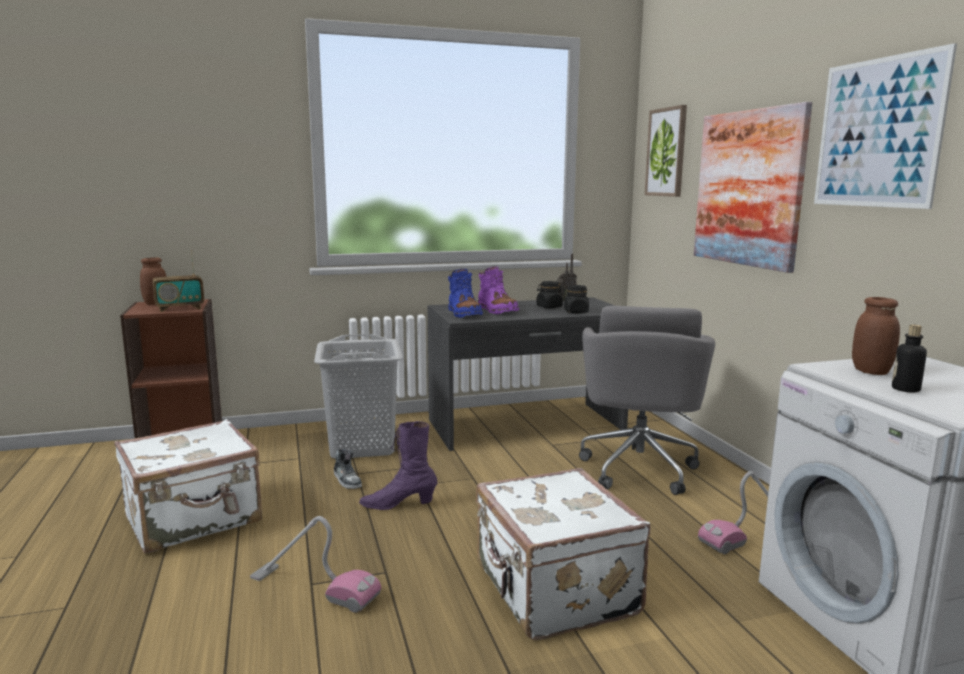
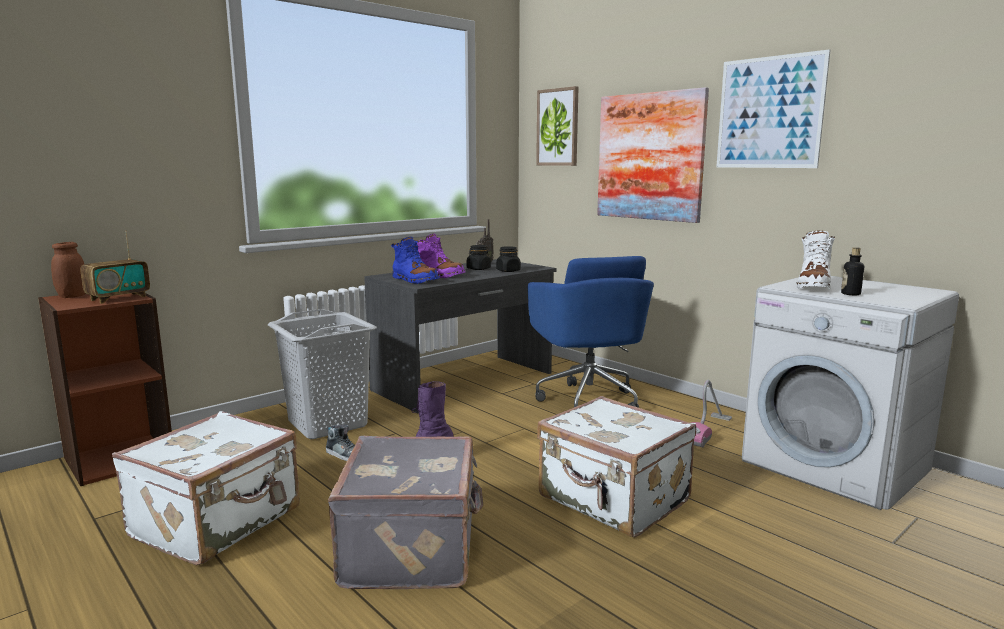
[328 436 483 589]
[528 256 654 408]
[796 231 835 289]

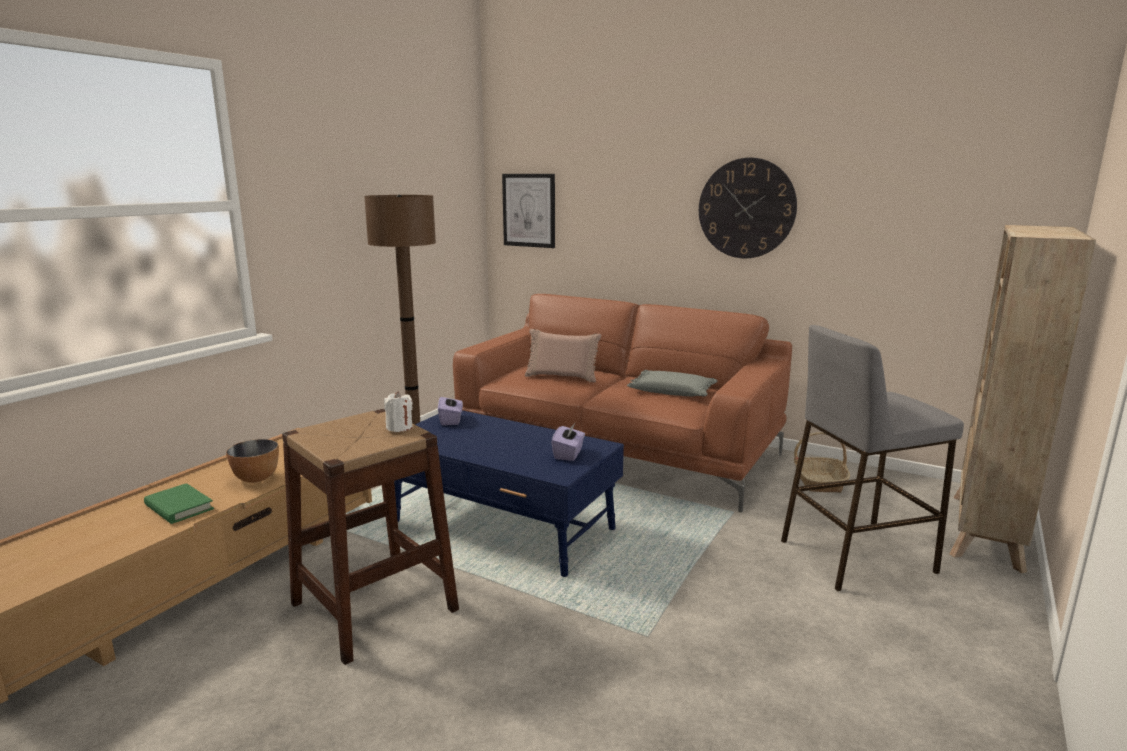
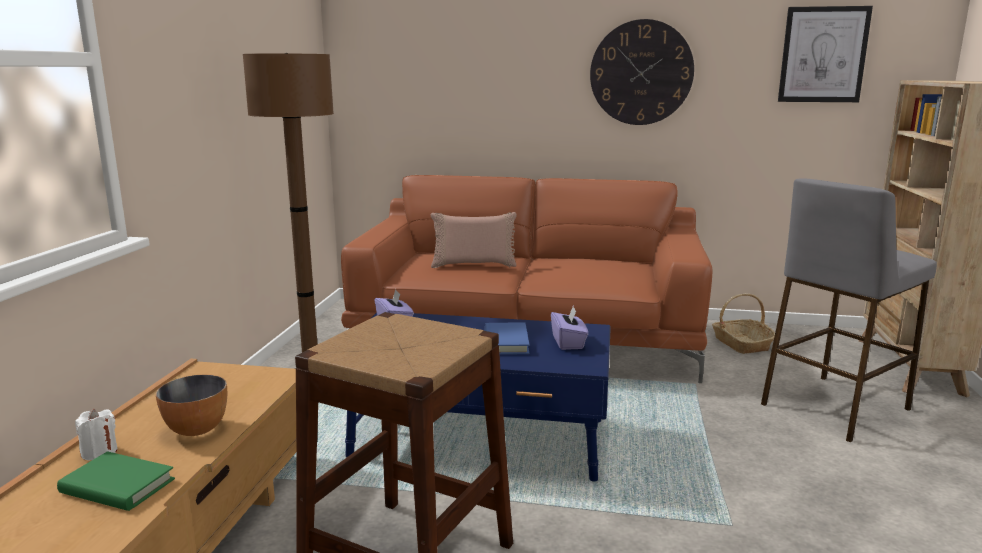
[75 408 118 460]
[485 323 530 355]
[778 6 873 102]
[627 370 718 396] (first image)

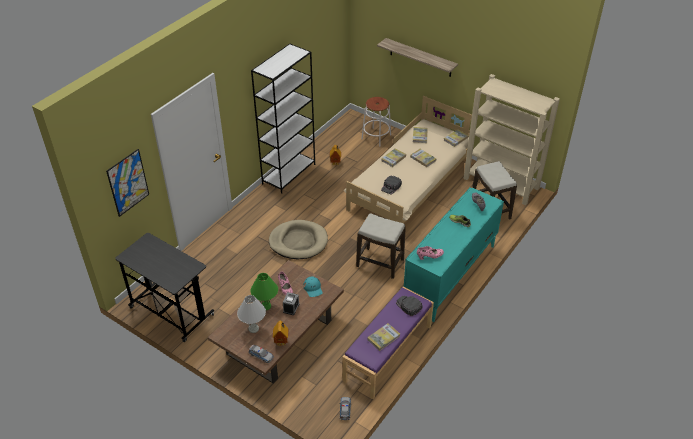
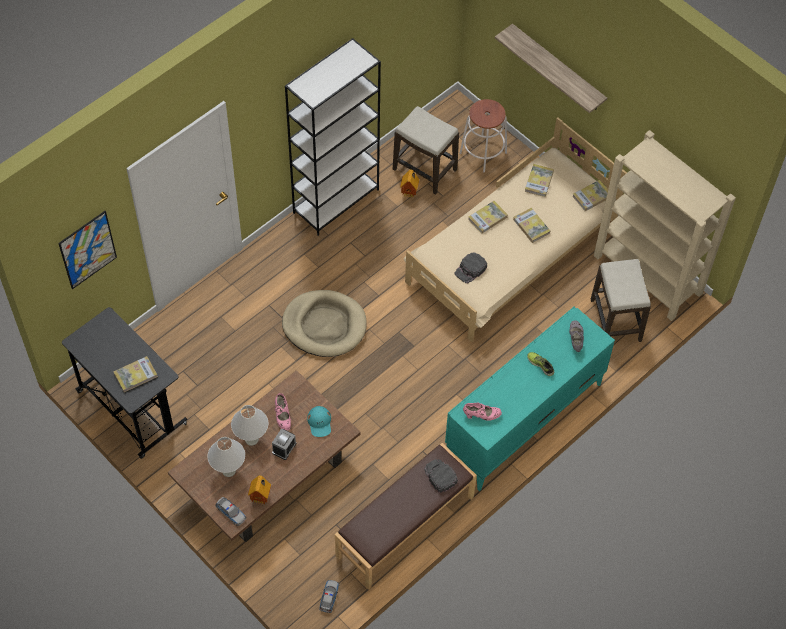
[114 356 158 392]
[231 405 268 446]
[335 443 477 590]
[393 106 459 195]

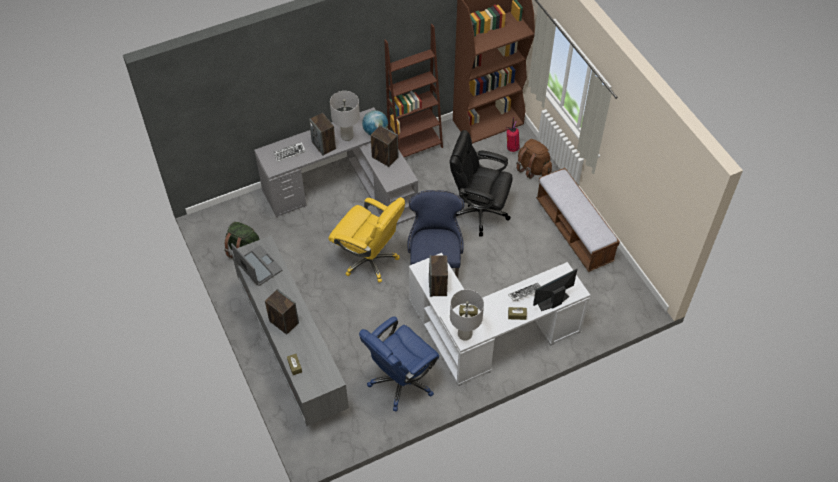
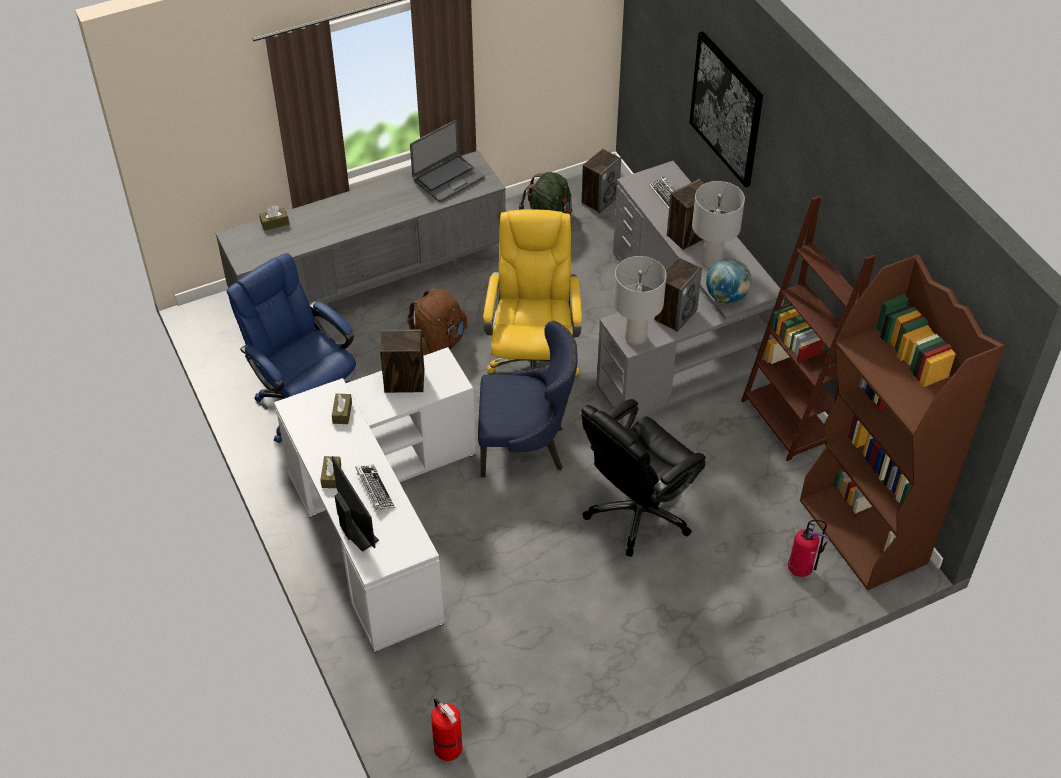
[407 289 467 356]
[431 698 463 761]
[483 209 582 375]
[581 399 706 557]
[582 149 621 213]
[613 256 666 346]
[689 32 763 187]
[536 168 620 272] (first image)

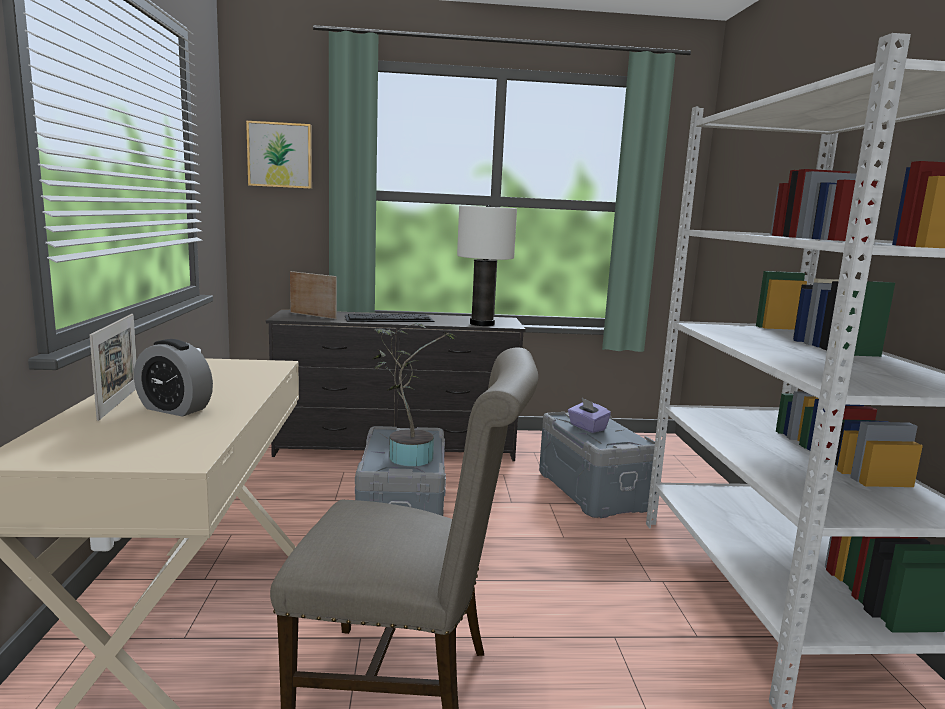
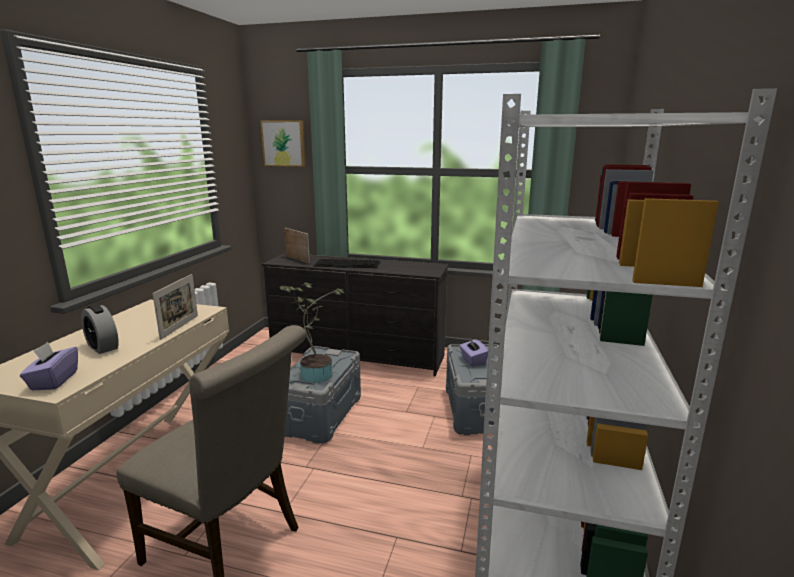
[20 342 78 390]
[152 274 198 340]
[457 205 517 326] (first image)

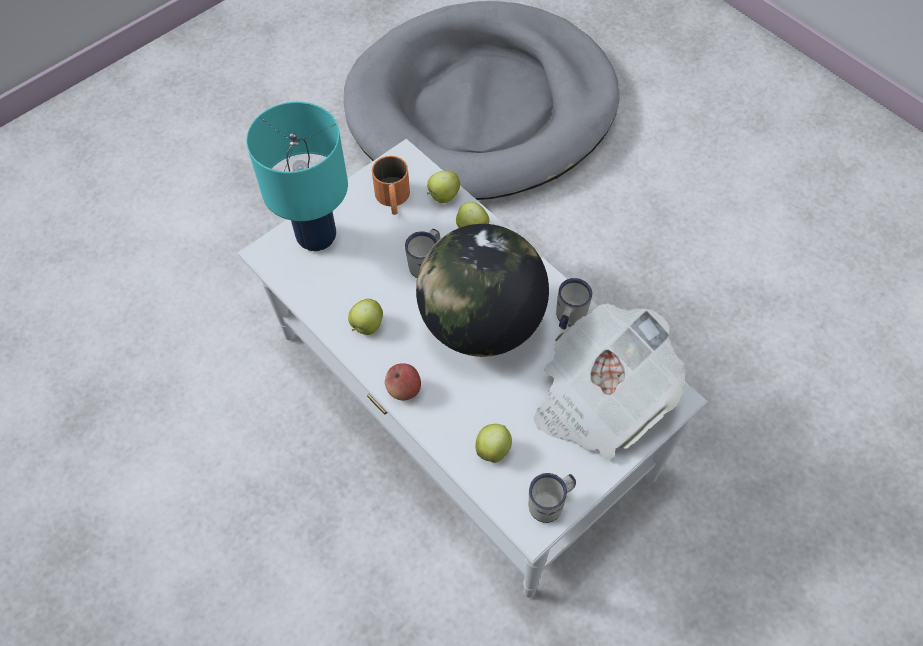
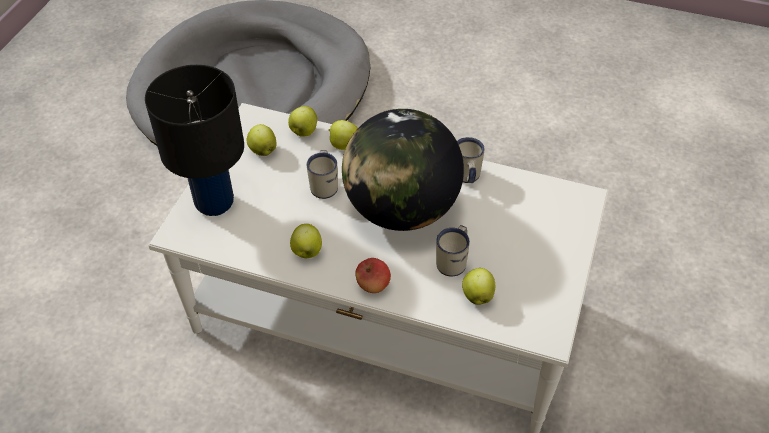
[145 65 244 216]
[247 124 277 156]
[436 225 470 276]
[534 303 685 460] (first image)

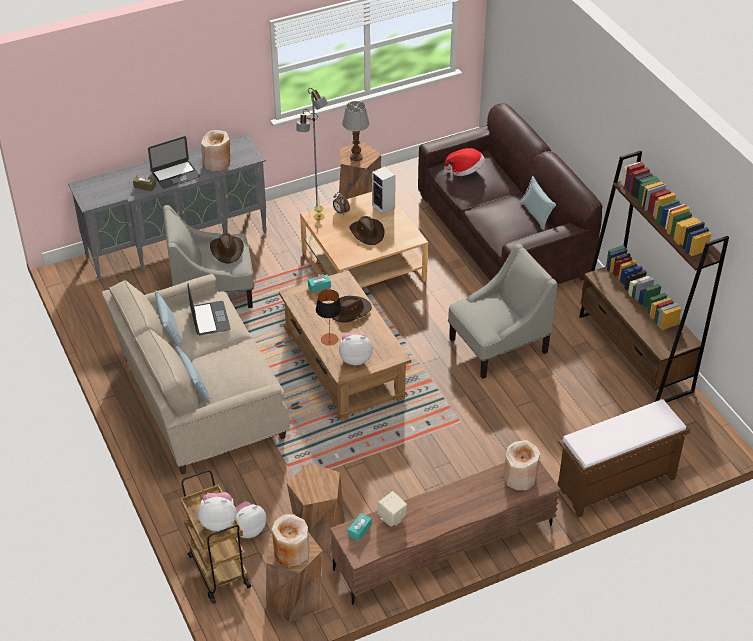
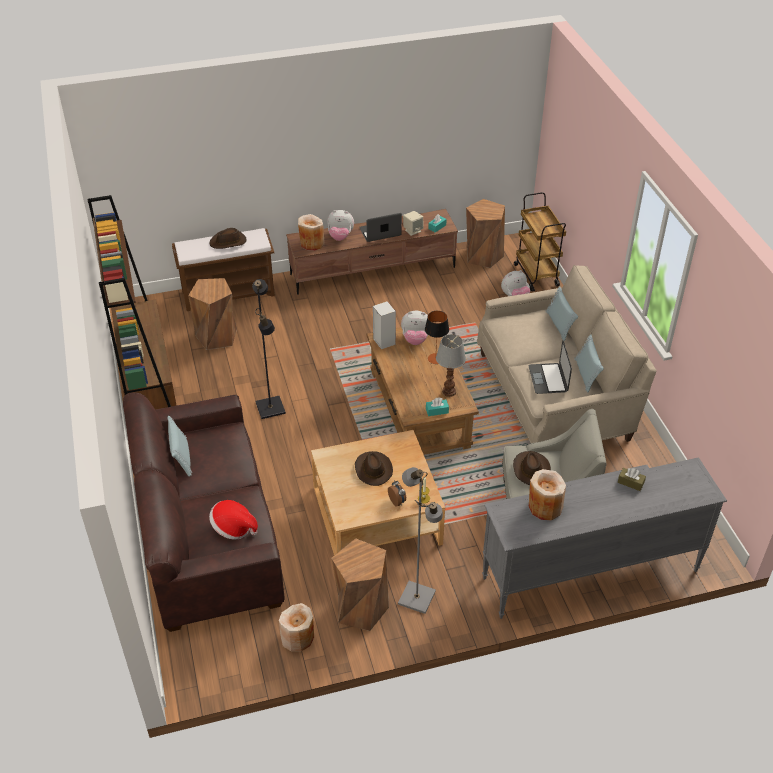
[188 278 237 350]
[209 228 247 249]
[252 279 286 419]
[279 603 314 651]
[327 210 354 241]
[359 213 402 242]
[373 301 396 349]
[436 334 466 397]

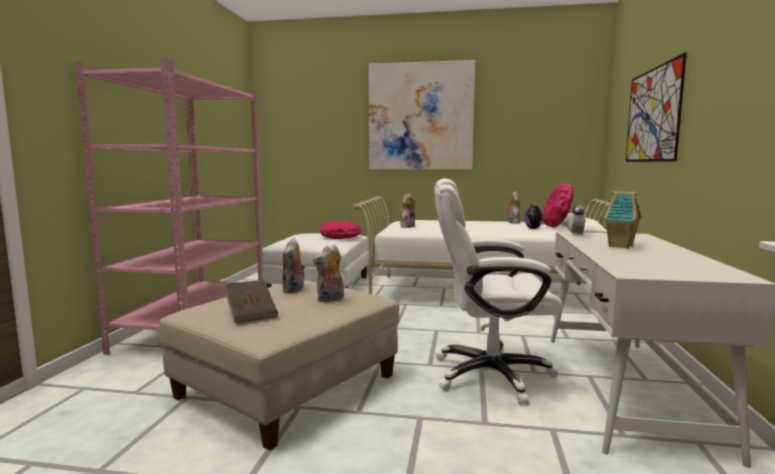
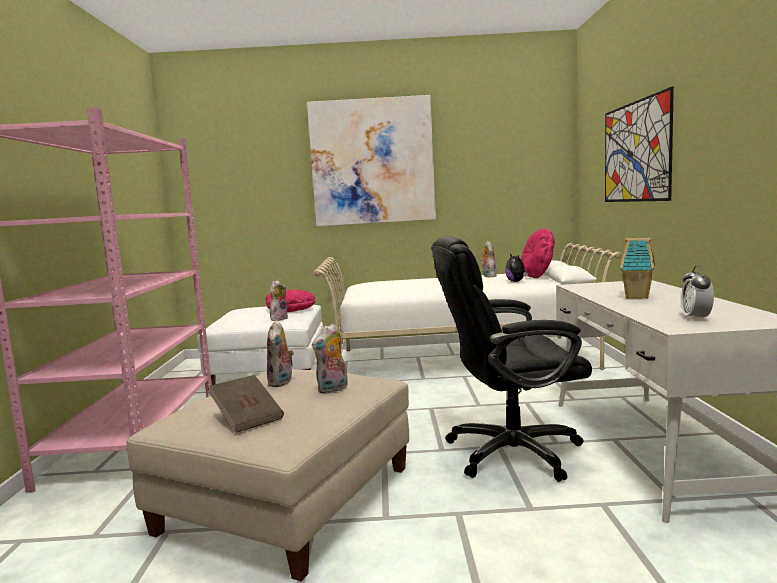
[270 280 288 321]
[431 236 592 482]
[681 265 714 321]

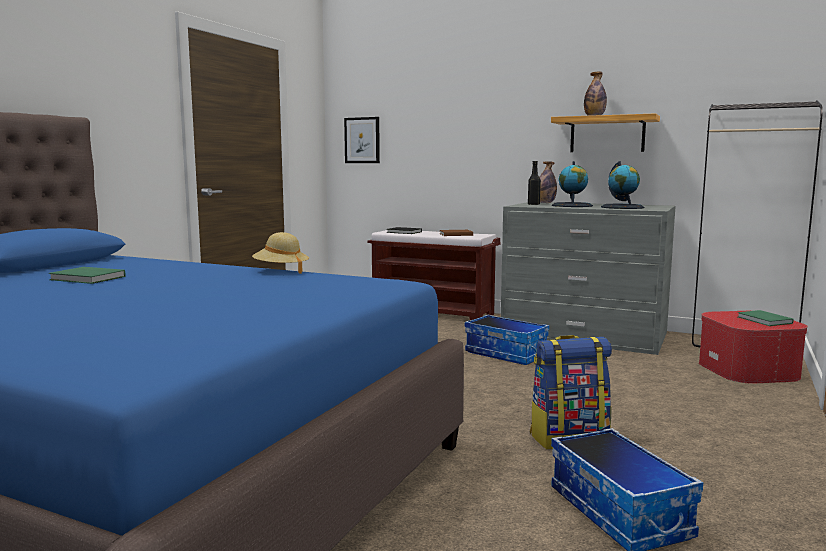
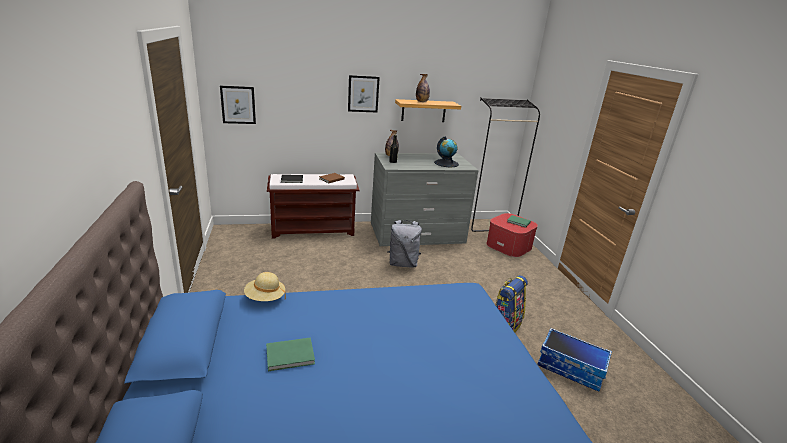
[244 272 286 301]
[348 75 380 112]
[387 220 422 267]
[552 161 593 207] (first image)

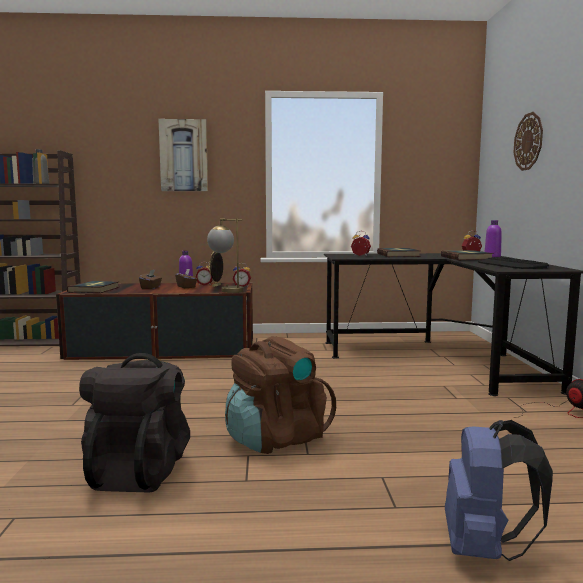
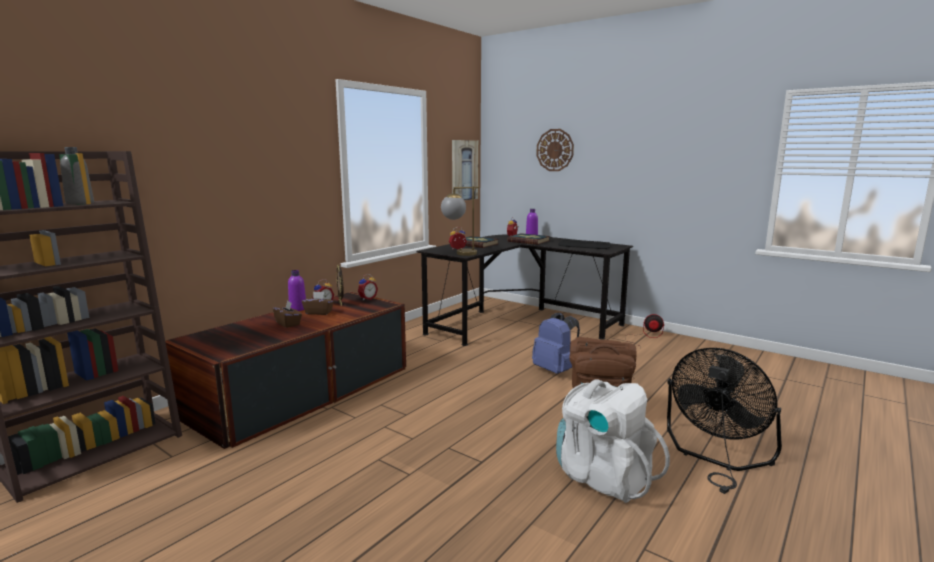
[441 186 480 256]
[452 140 479 200]
[532 313 580 374]
[556 379 670 503]
[667 348 782 494]
[67 281 119 293] (first image)

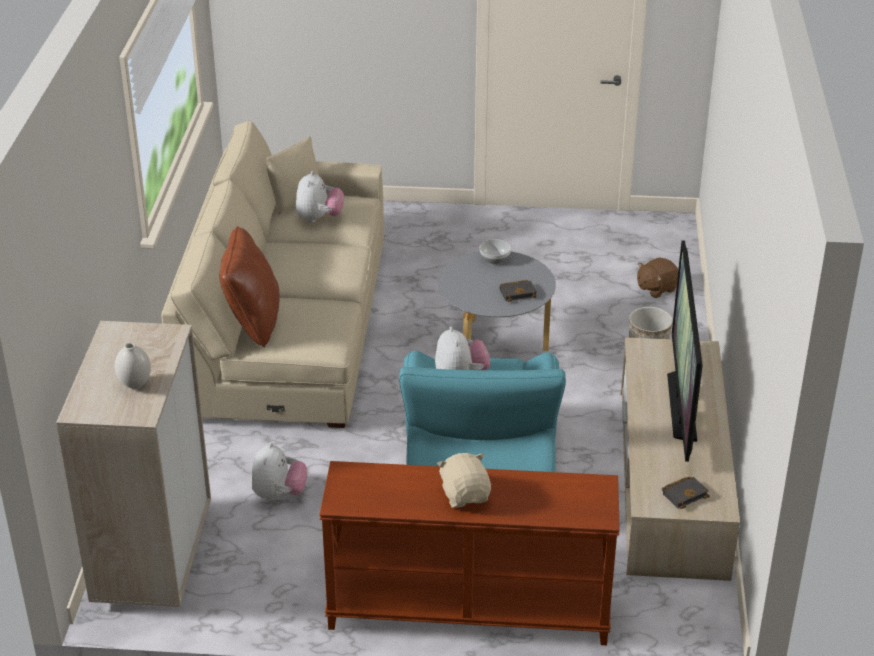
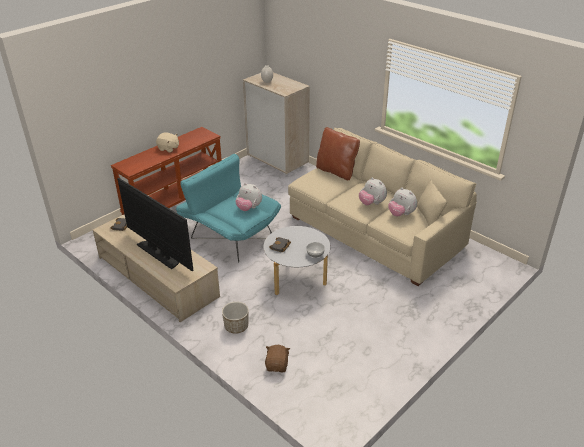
[359 177 387 205]

